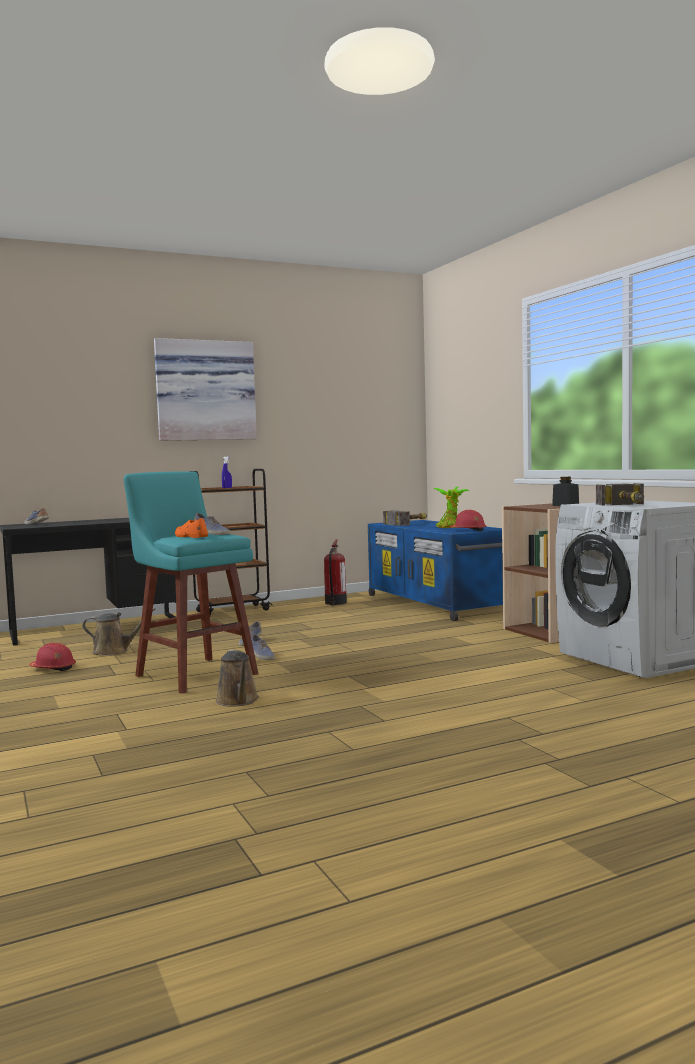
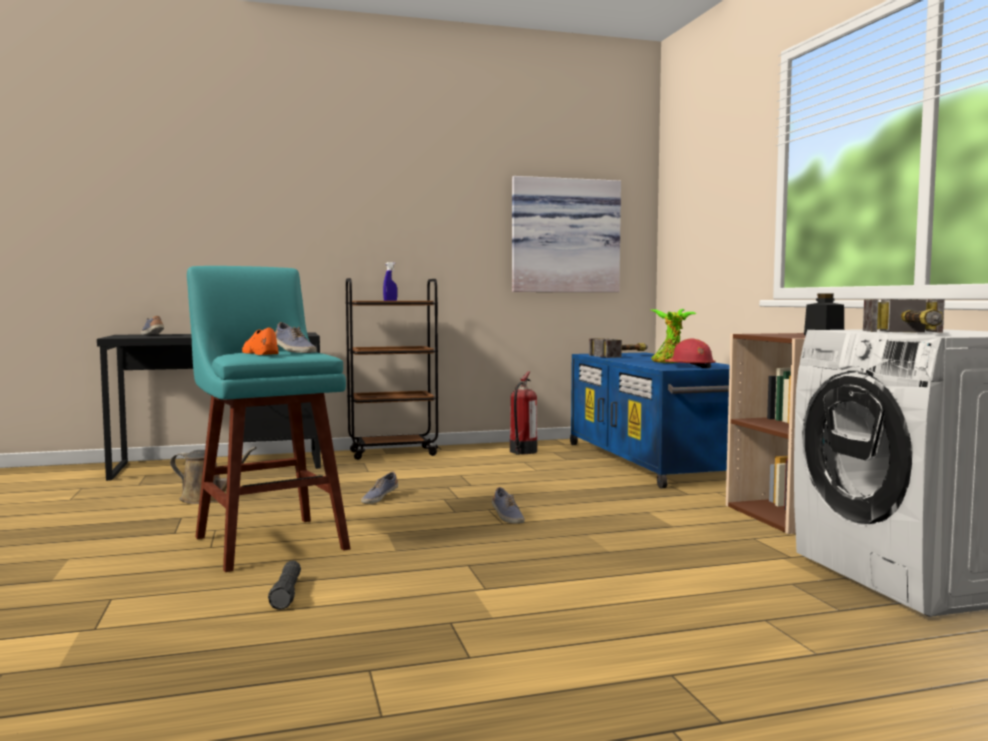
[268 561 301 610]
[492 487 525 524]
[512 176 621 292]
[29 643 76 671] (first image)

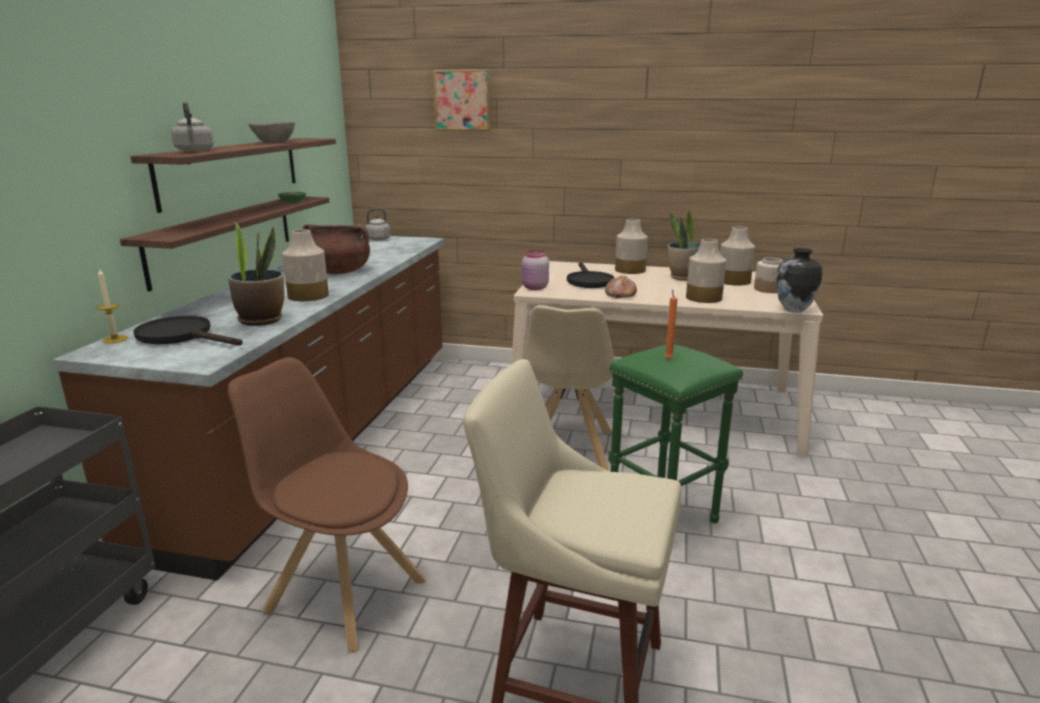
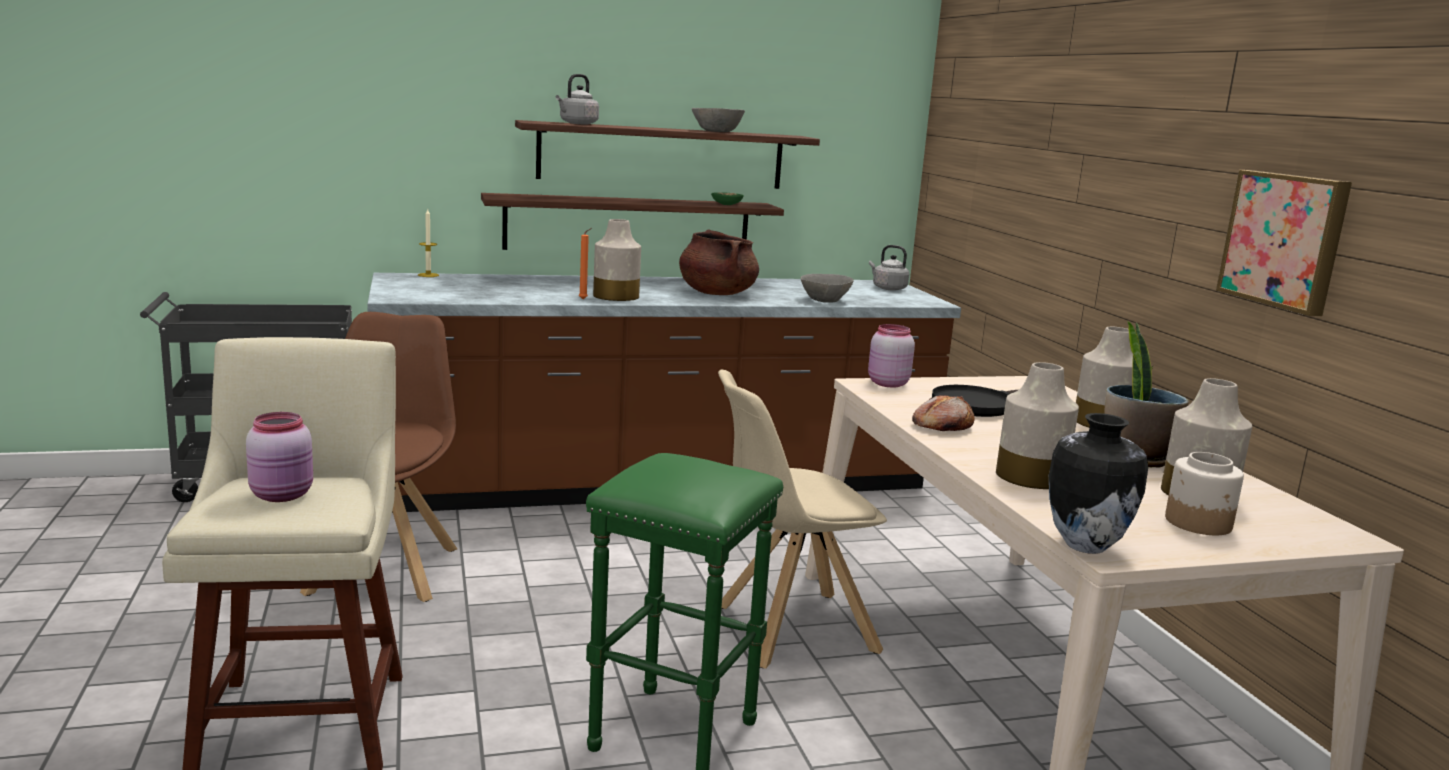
[246 412 313 502]
[579 228 592 299]
[801 274 854 303]
[1216 170 1352 316]
[133 316 243 346] (first image)
[228 222 285 326] (first image)

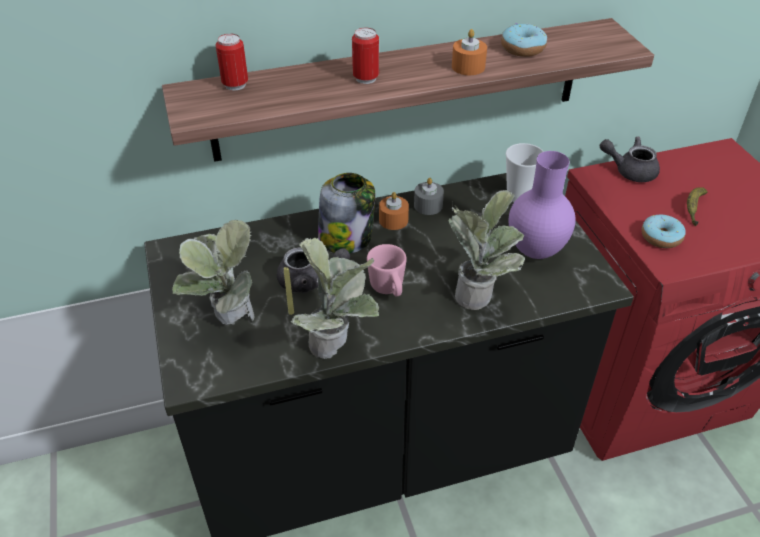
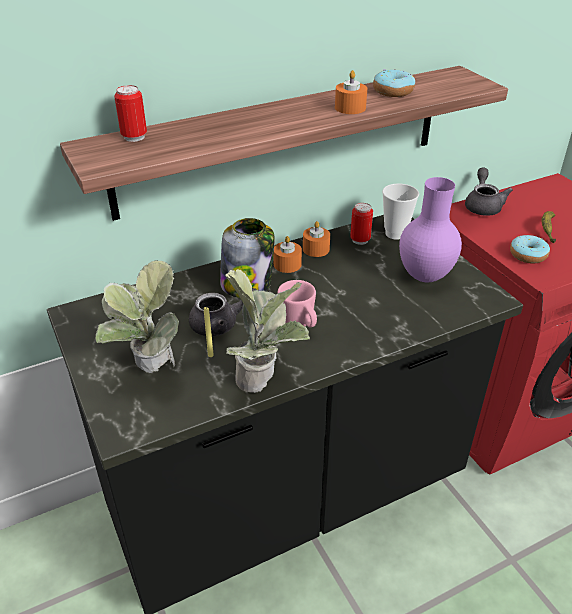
[303 221 330 257]
[350 203 373 245]
[465 167 513 216]
[448 190 525 310] (first image)

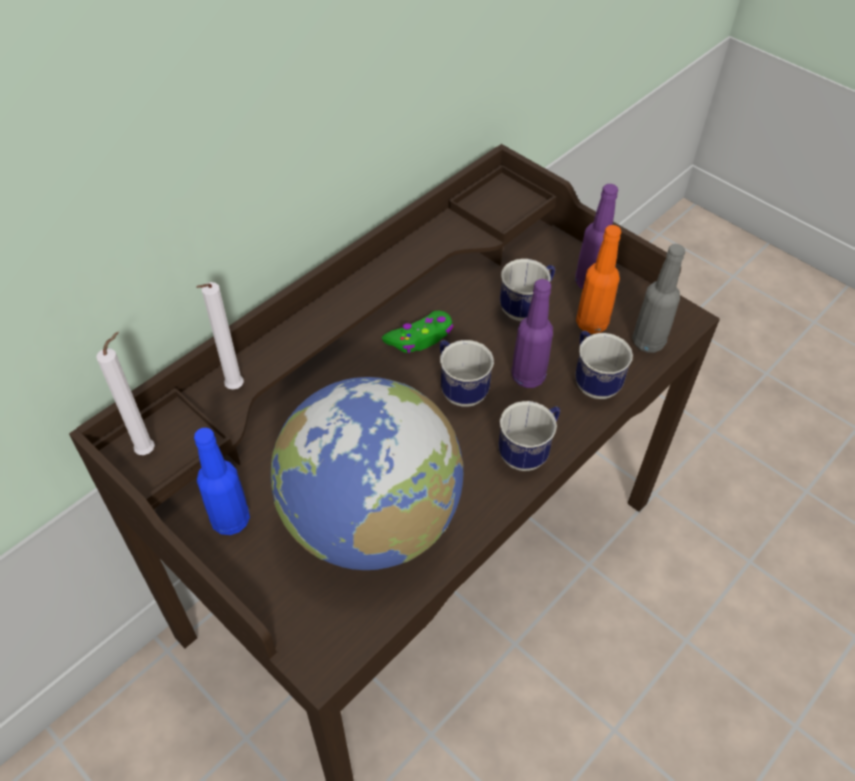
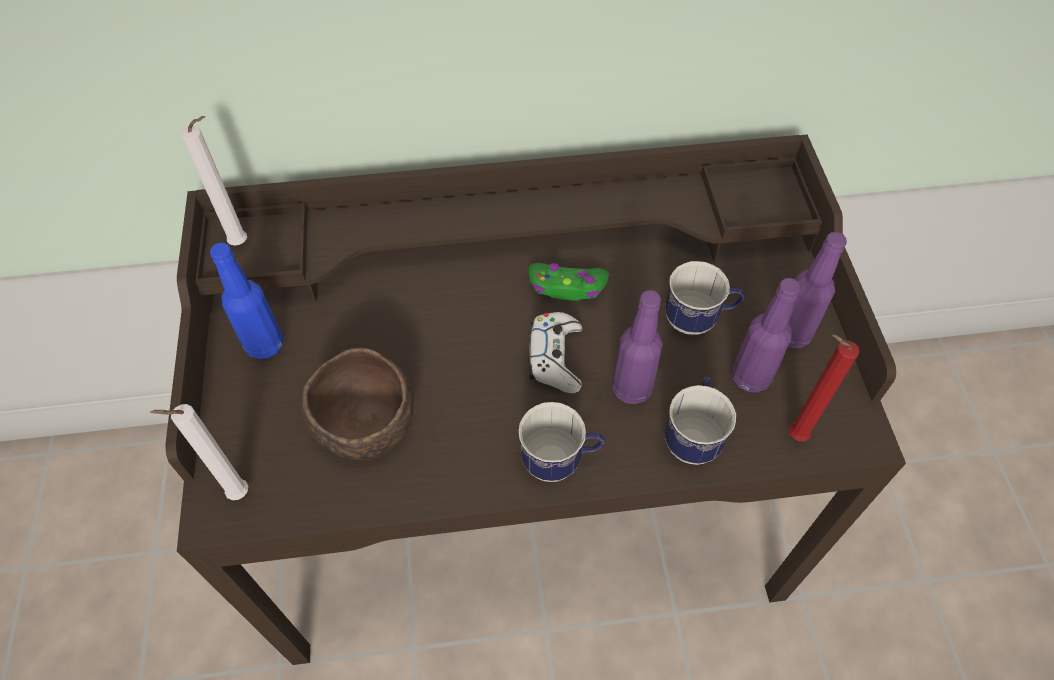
[150 404 248 500]
[301 348 414 460]
[528 312 582 393]
[731 278 800 393]
[789 334 860 441]

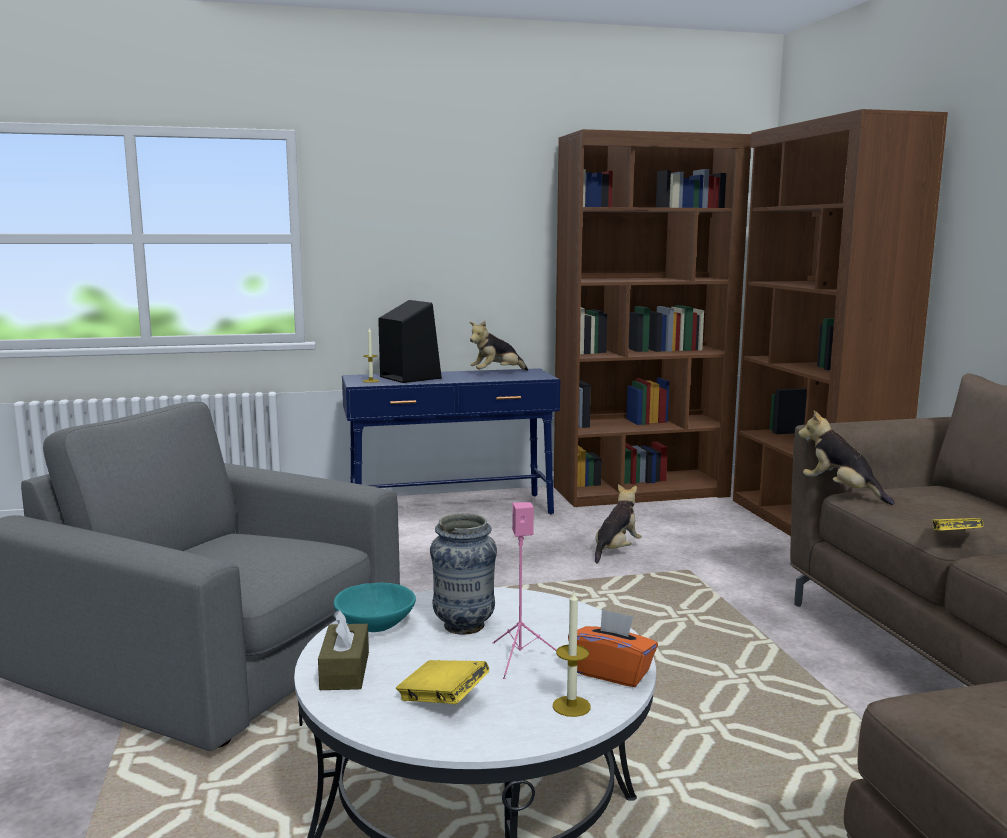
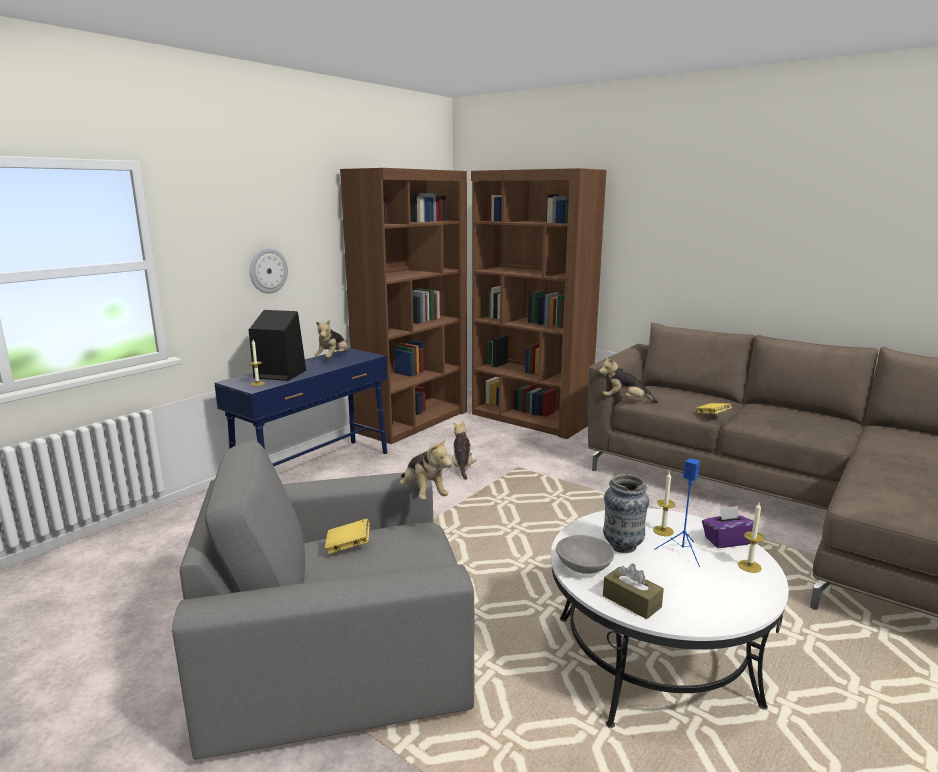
[250 248 288 294]
[325 519 370 554]
[400 436 452 500]
[556 535 615 574]
[653 471 675 536]
[654 458 700 567]
[702 506 759 548]

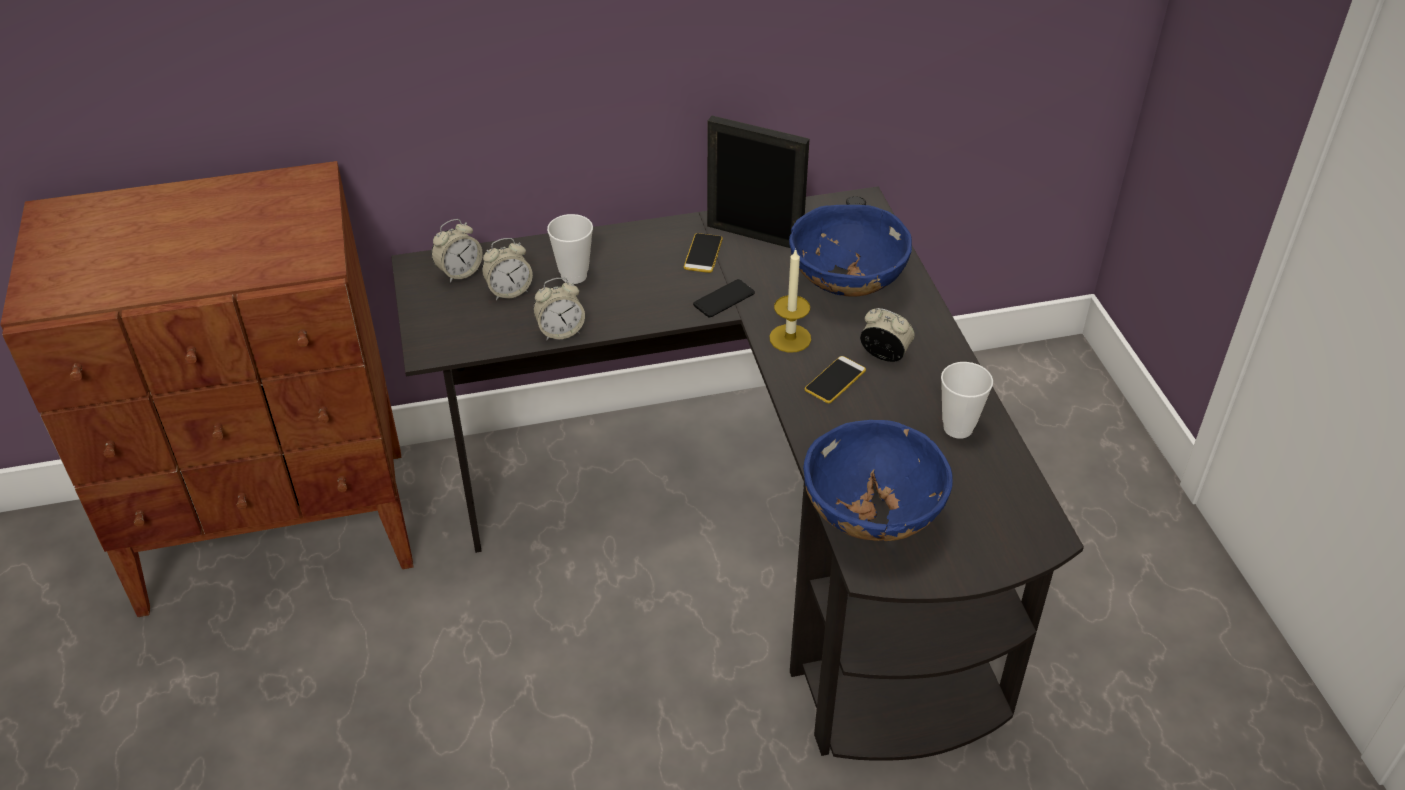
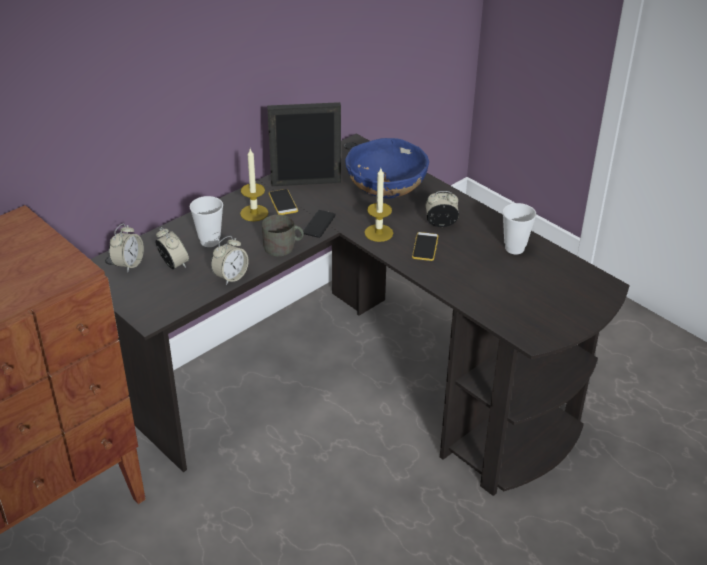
[156 227 189 269]
[240 149 268 222]
[262 215 304 256]
[803 420 953 541] (first image)

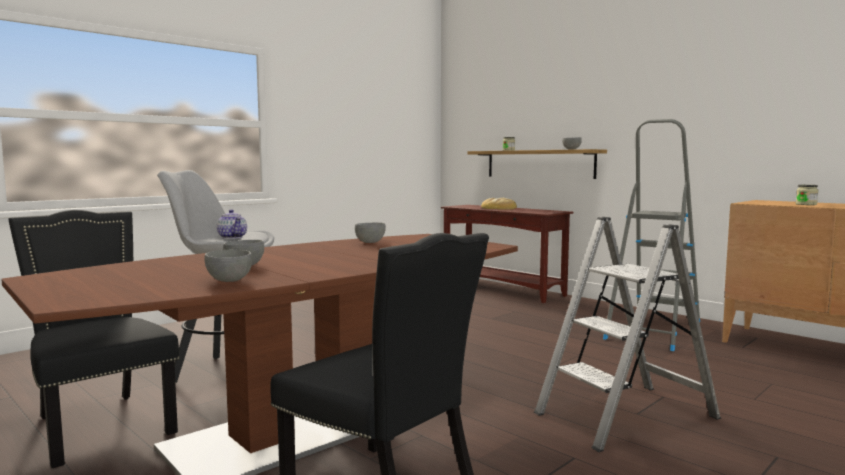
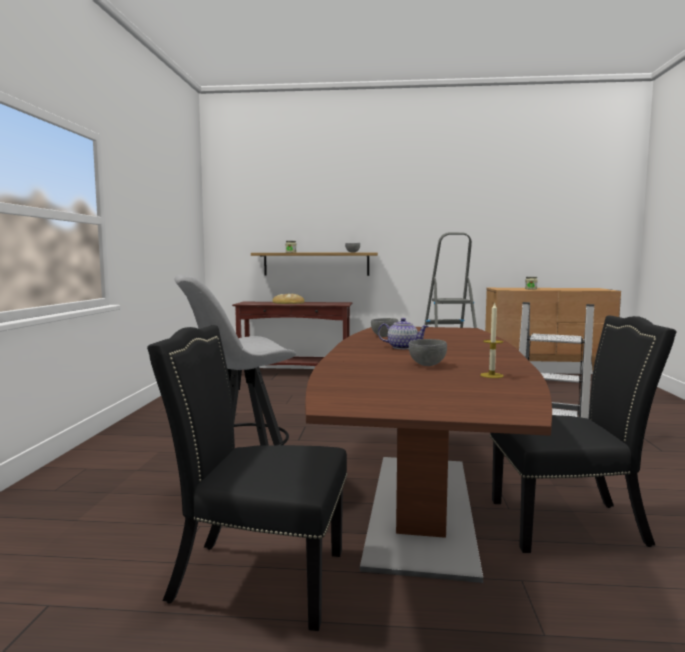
[378 318 429 349]
[480 302 504 378]

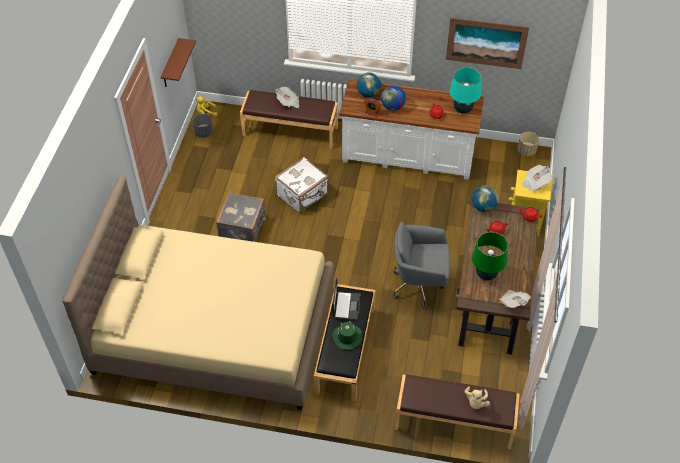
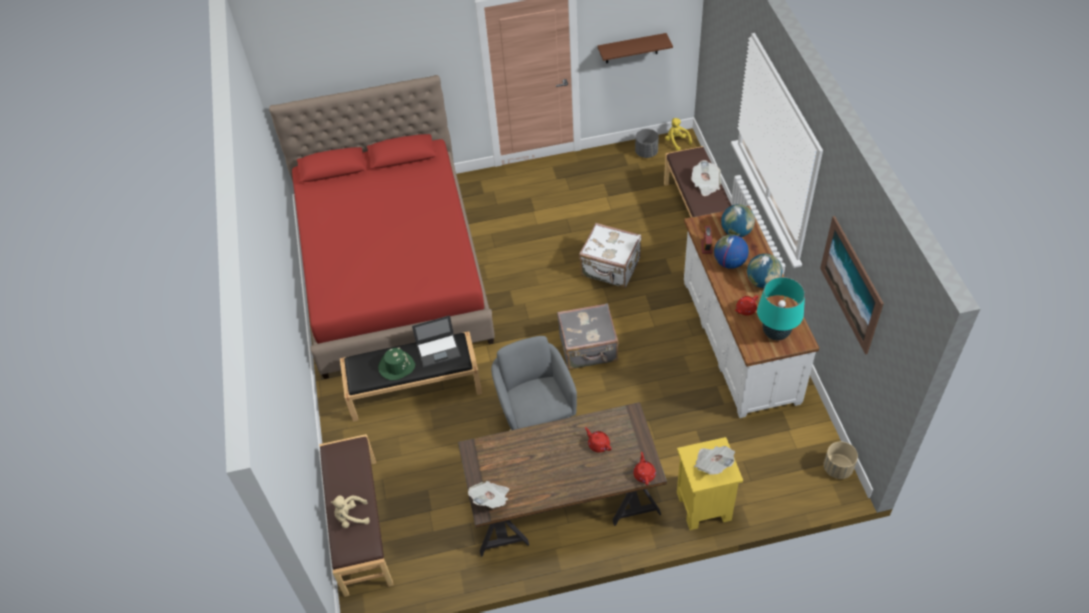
[269 75 495 379]
[557 303 618 370]
[747 254 783 288]
[472 232 508 281] (first image)

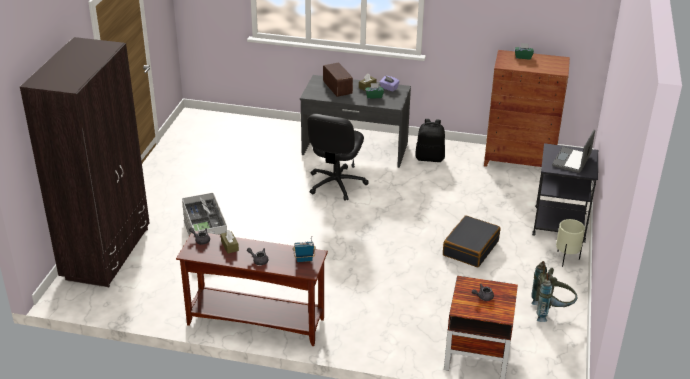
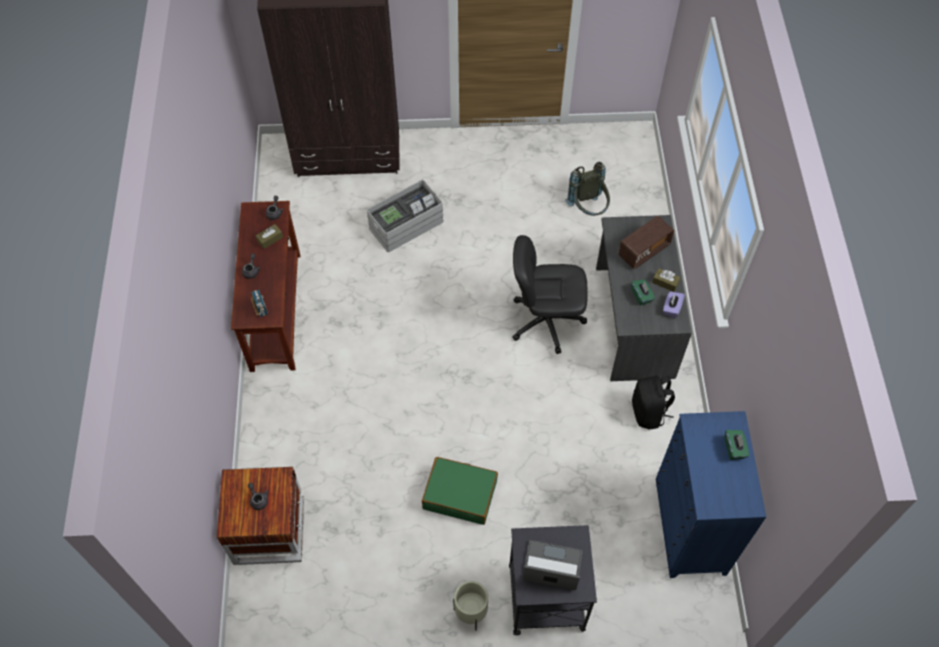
[422 457 498 525]
[565 162 610 216]
[656 411 766 578]

